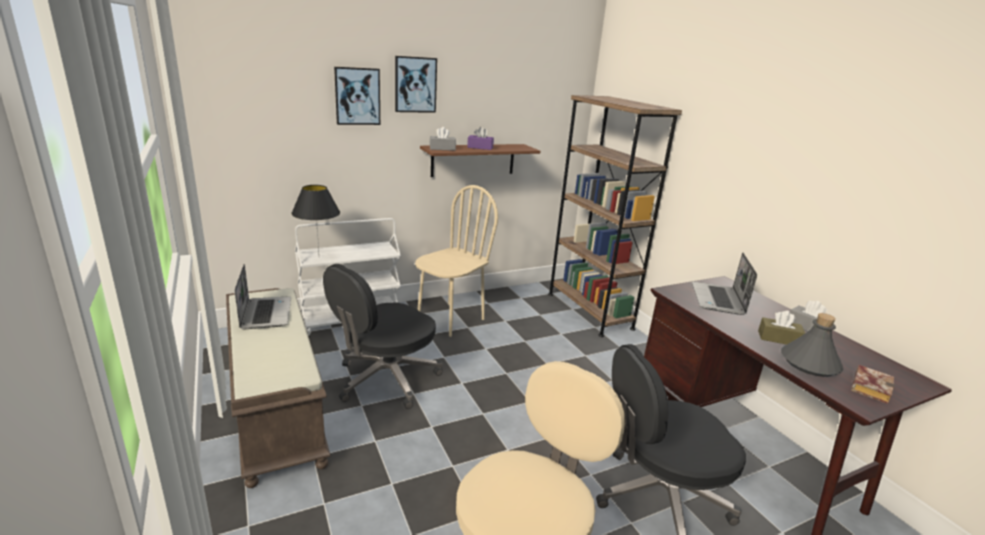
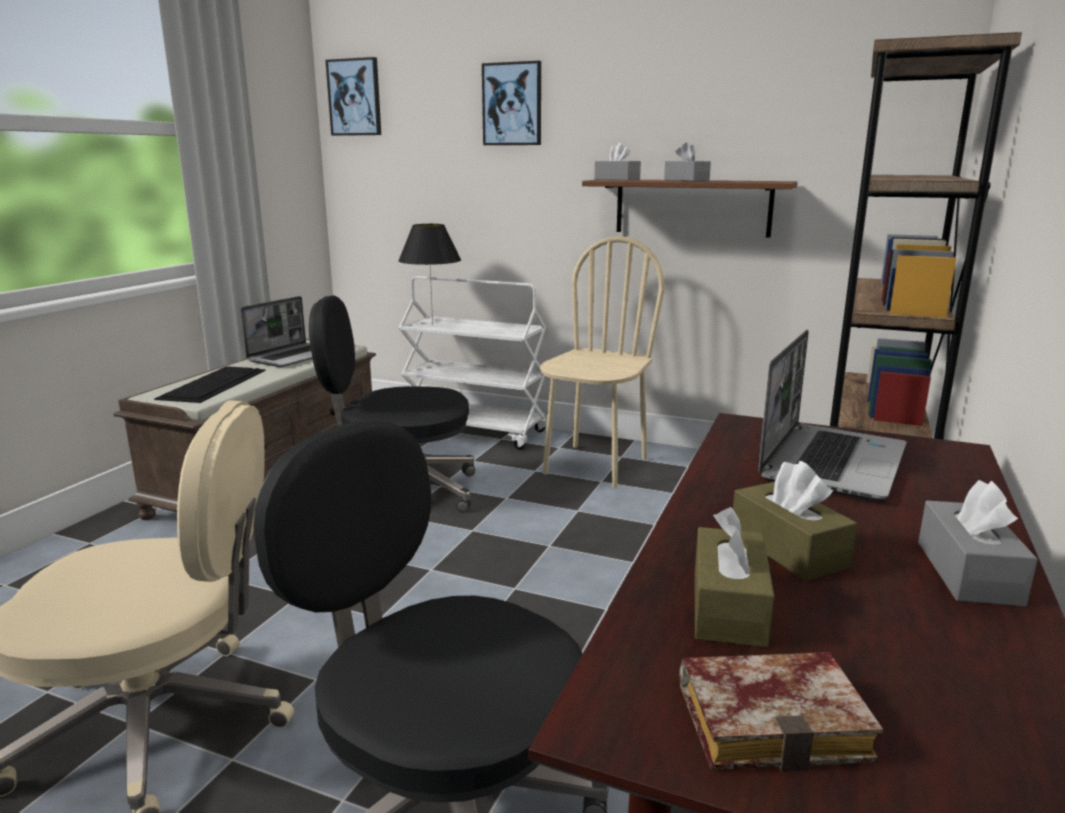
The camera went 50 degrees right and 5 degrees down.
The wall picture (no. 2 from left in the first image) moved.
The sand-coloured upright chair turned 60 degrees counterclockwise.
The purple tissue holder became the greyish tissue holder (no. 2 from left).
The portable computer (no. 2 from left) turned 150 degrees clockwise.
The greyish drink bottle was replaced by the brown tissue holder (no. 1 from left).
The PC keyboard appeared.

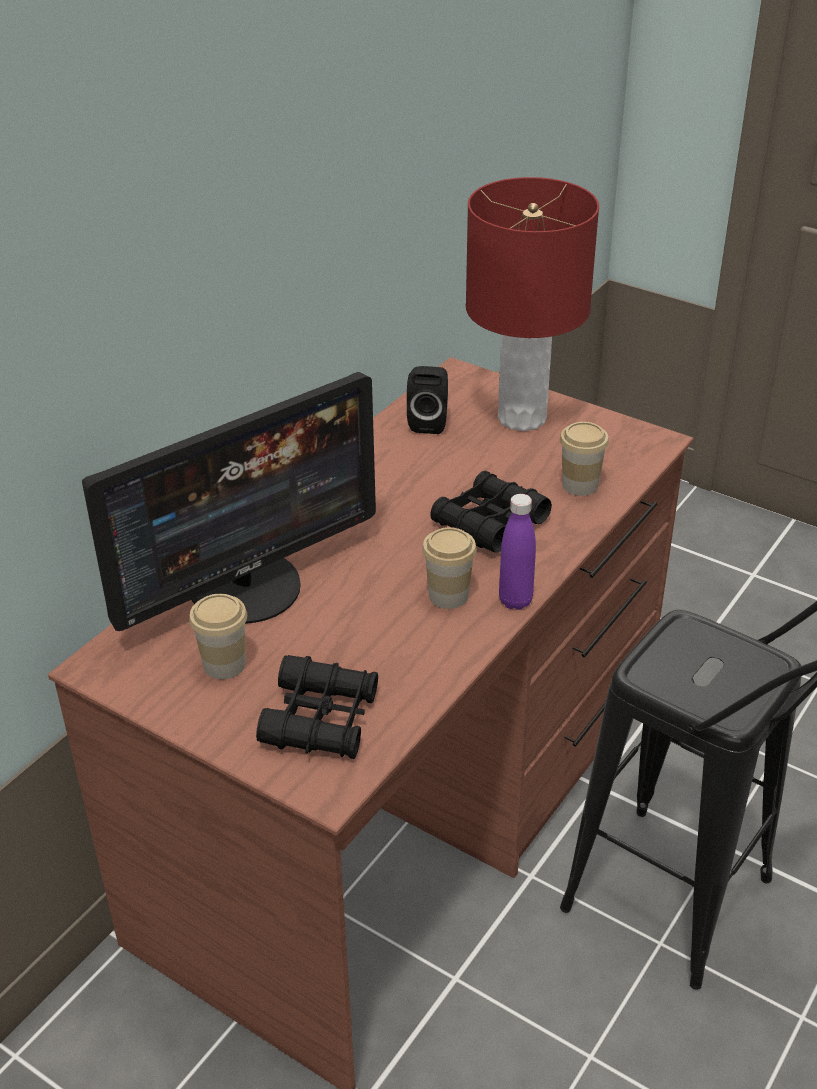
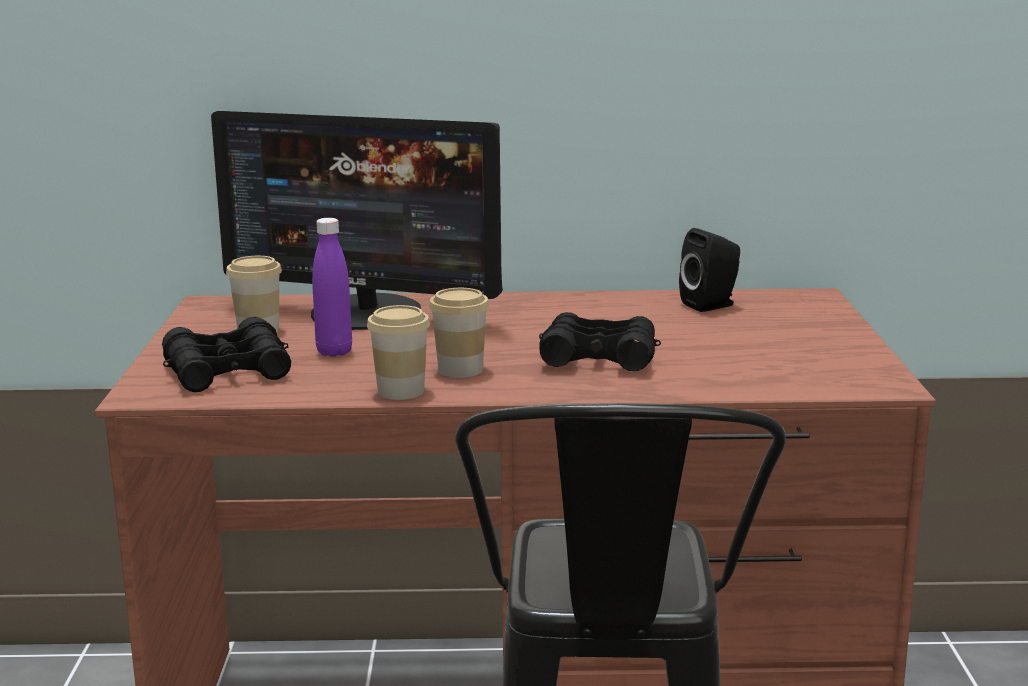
The camera went 55 degrees right and 20 degrees down.
The red-coloured table lamp disappeared.
The purple drink bottle moved.
The drinking cup (no. 3 from left in the first image) moved.

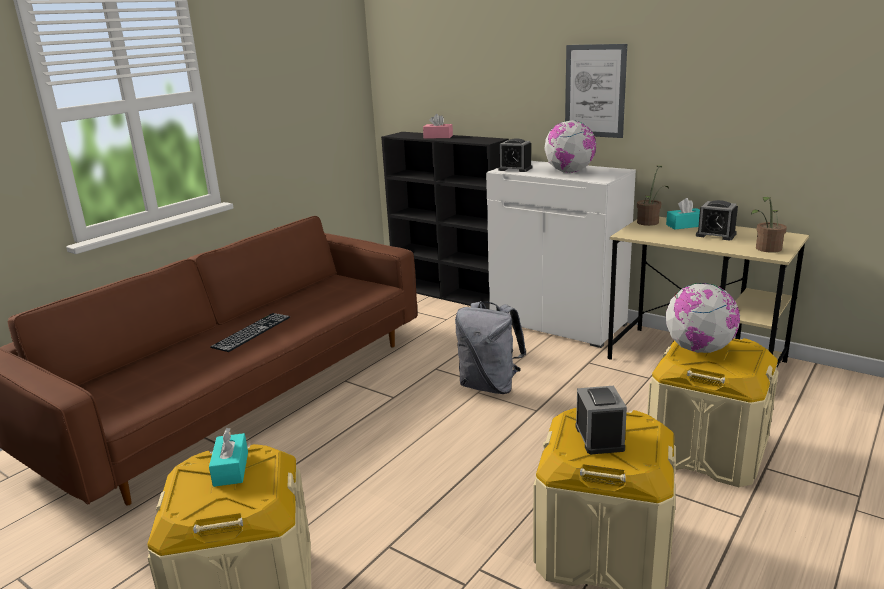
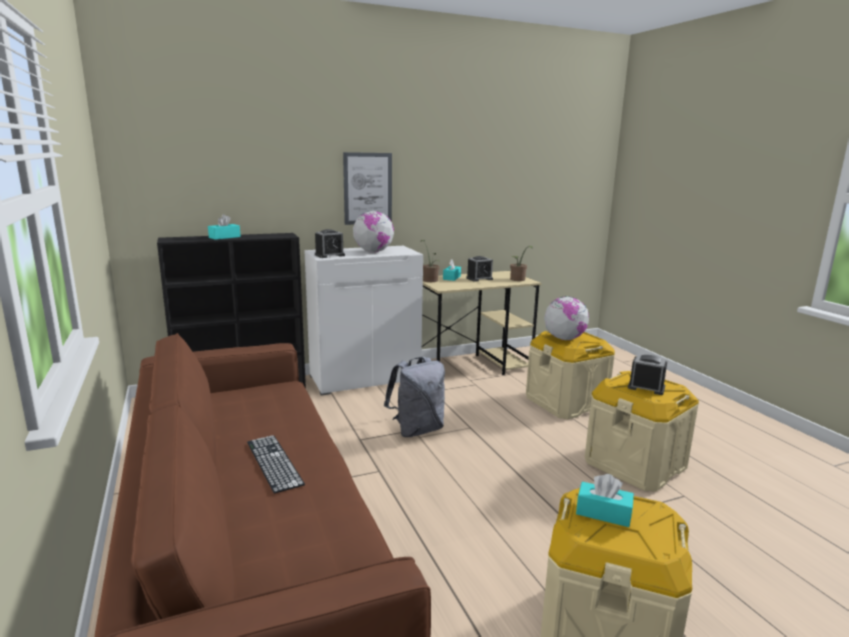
The camera went 60 degrees left and 5 degrees down.
The pinkish tissue holder became the blue-green tissue holder (no. 1 from left).

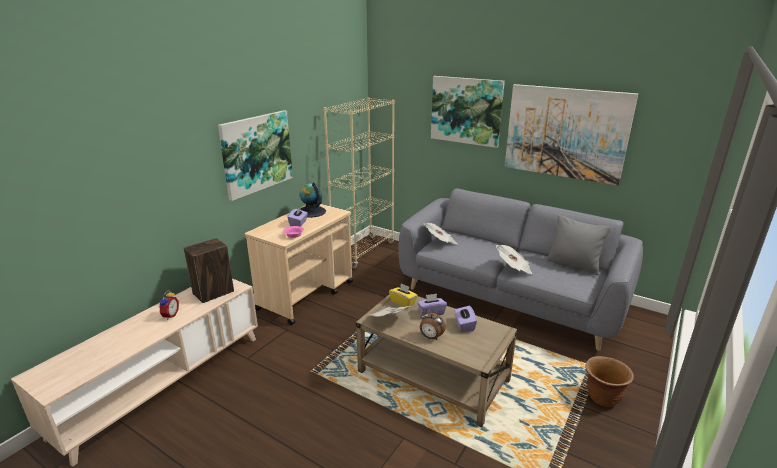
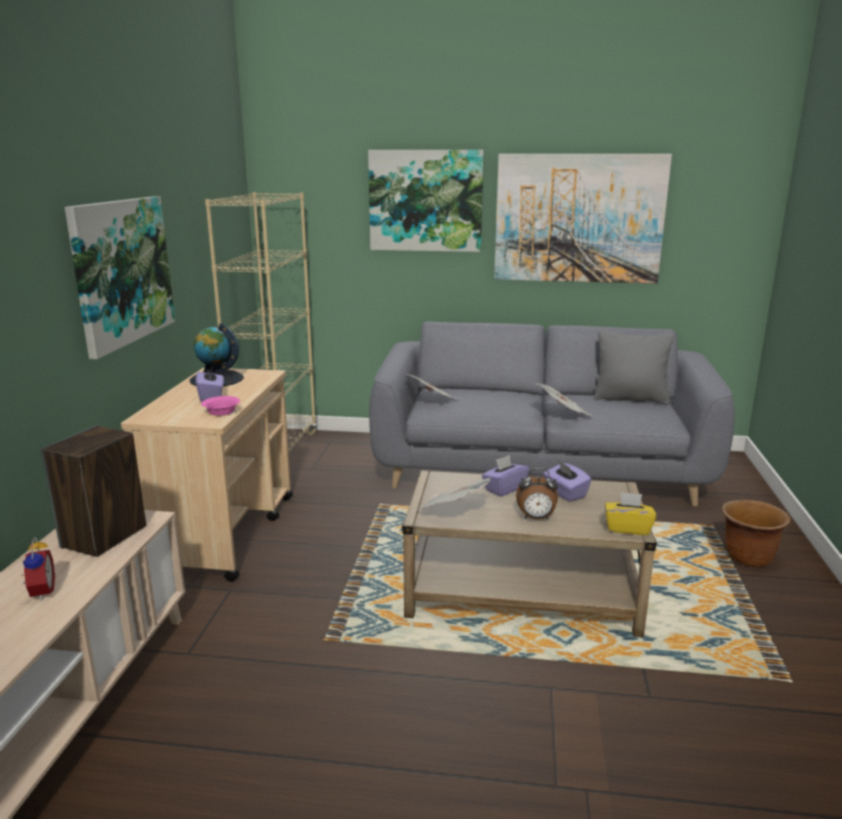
The camera went 25 degrees left and 5 degrees down.
The yellowish tissue holder moved.

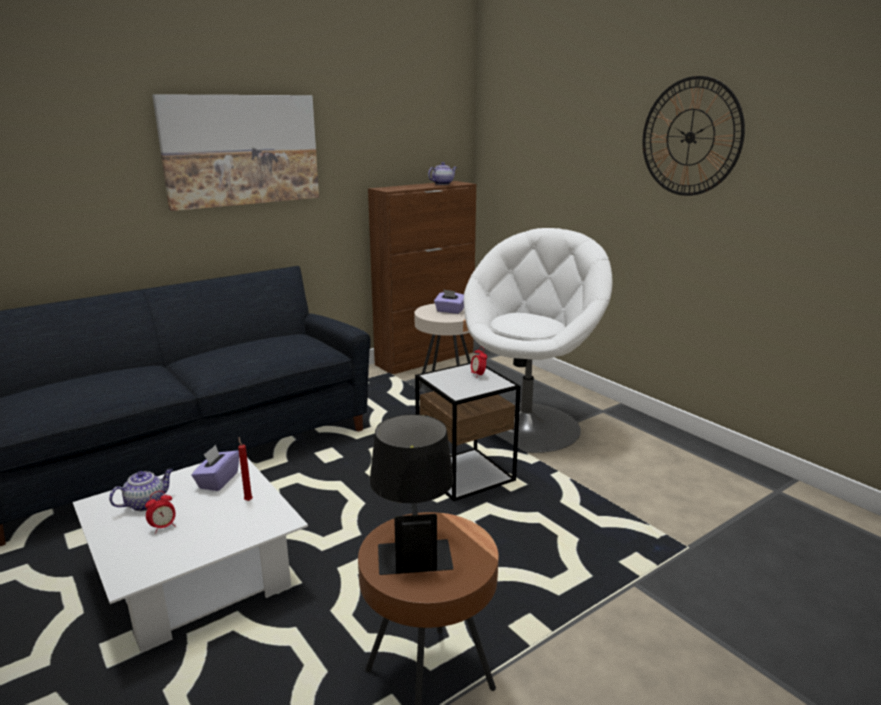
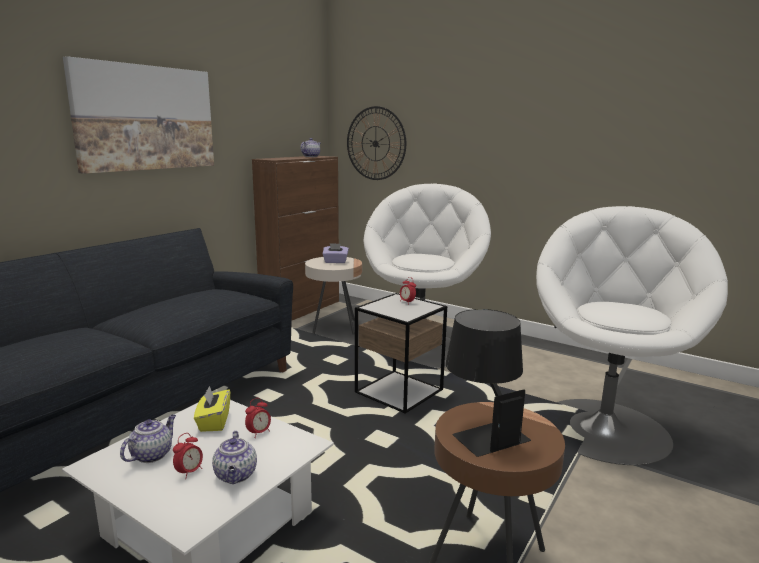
The camera went 20 degrees left and 5 degrees down.
The purple tissue holder (no. 1 from left) became the yellowish tissue holder.
The red-coloured wax candle was replaced by the table clock (no. 2 from left).
The wall clock moved.
The pot for tea (no. 2 from left) appeared.
The whitish lounge chair (no. 2 from left) appeared.

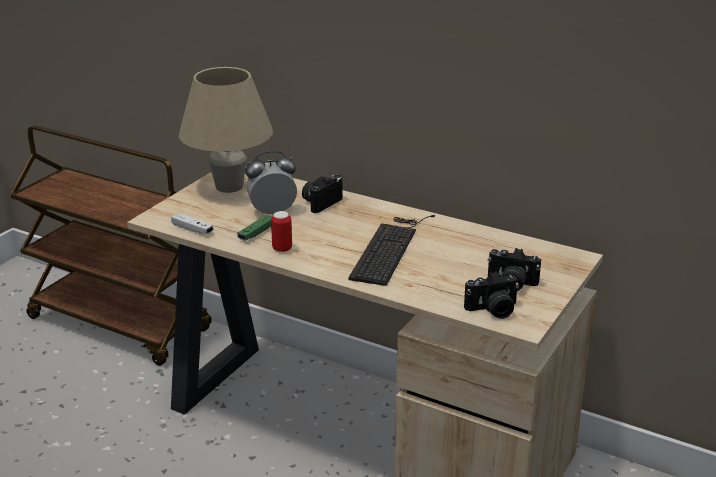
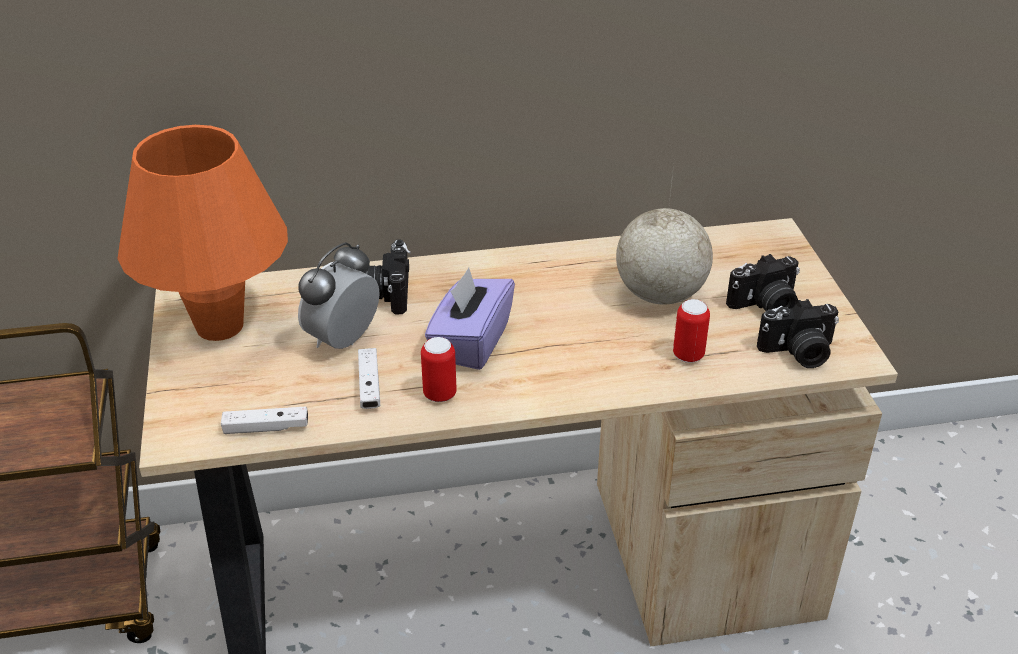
The camera went 40 degrees left and 10 degrees up.
The sand-coloured table lamp became the orangey table lamp.
The green-coloured joypad became the whitish joypad (no. 2 from left).
The PC keyboard disappeared.
The still camera (no. 2 from left in the first image) turned 45 degrees clockwise.
The purple tissue holder appeared.
The globe appeared.
The metal can (no. 2 from left) appeared.

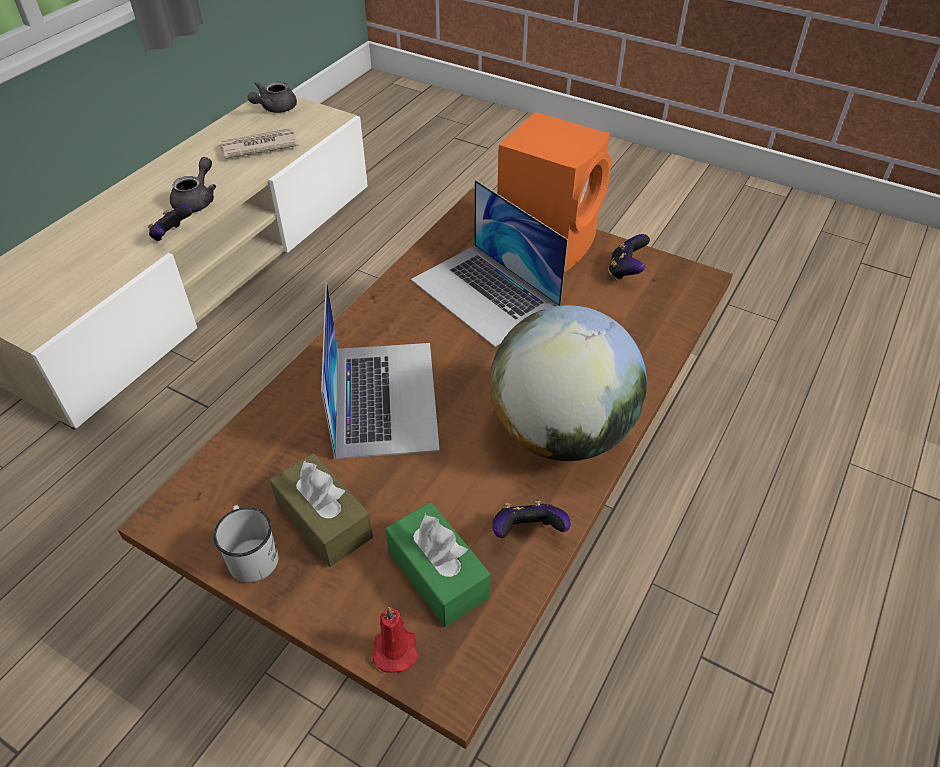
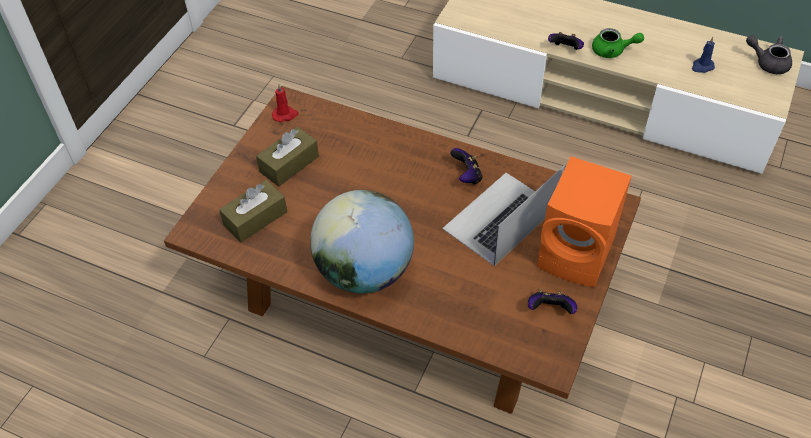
The camera went 85 degrees right and 5 degrees up.
The greyish pot for tea (no. 1 from left) became the green-coloured pot for tea.
The whitish coffee mug disappeared.
The daily paper was replaced by the bluish wax candle.
The portable computer (no. 1 from left) disappeared.
The red-coloured wax candle moved.
The green-coloured tissue holder became the brown tissue holder (no. 1 from left).
The joypad (no. 2 from left in the first image) moved.

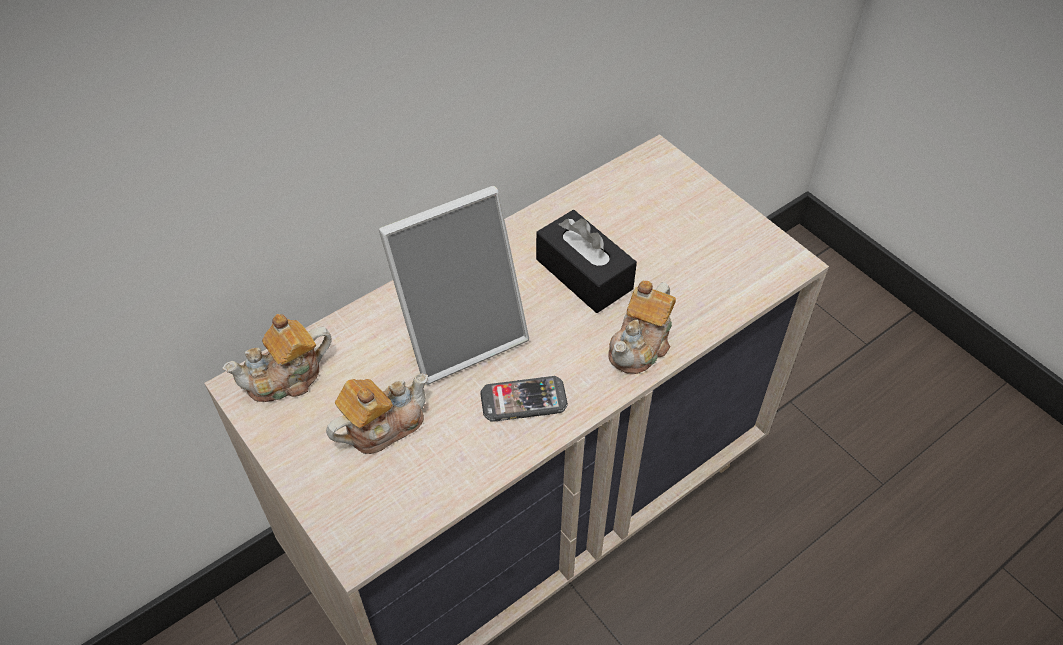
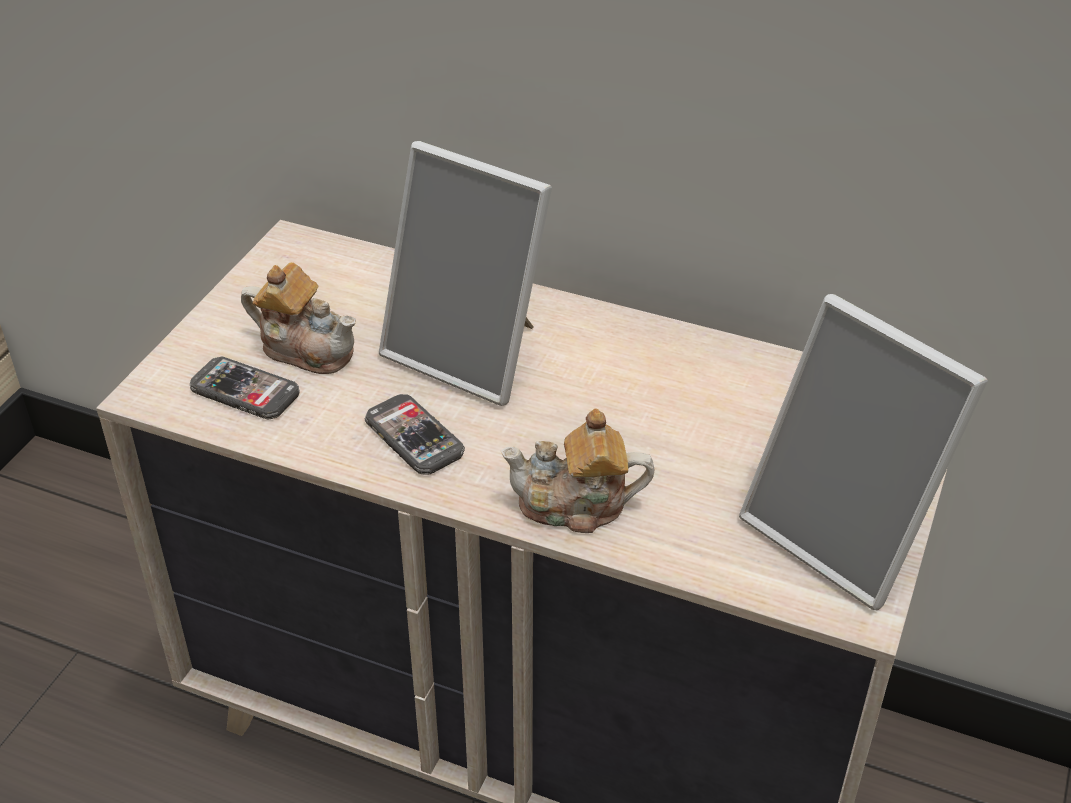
The camera went 60 degrees right and 10 degrees down.
The pot for tea (no. 1 from left) disappeared.
The black-coloured tissue holder disappeared.
The telephone (no. 1 from left) appeared.
The picture frame (no. 2 from left) appeared.

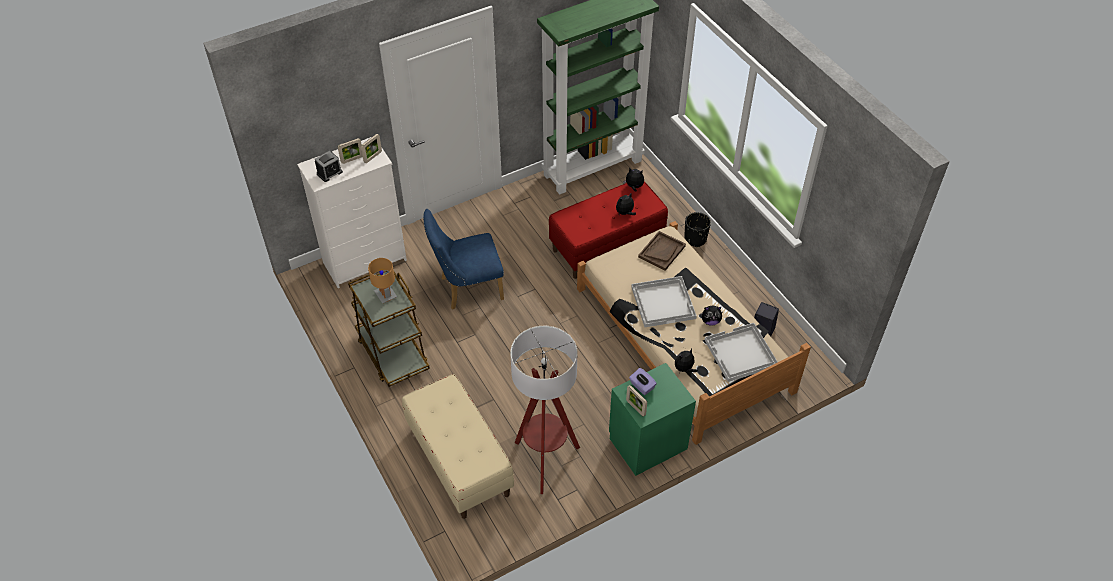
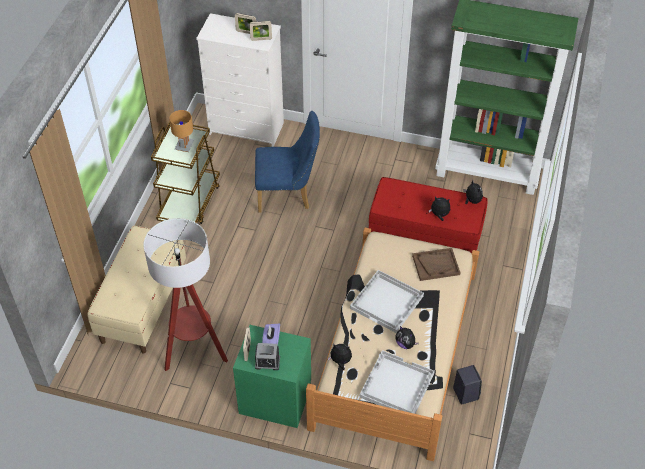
The camera went 45 degrees right and 0 degrees up.
The table clock moved.
The bluish upright chair turned 150 degrees clockwise.
The black-coloured planter disappeared.

